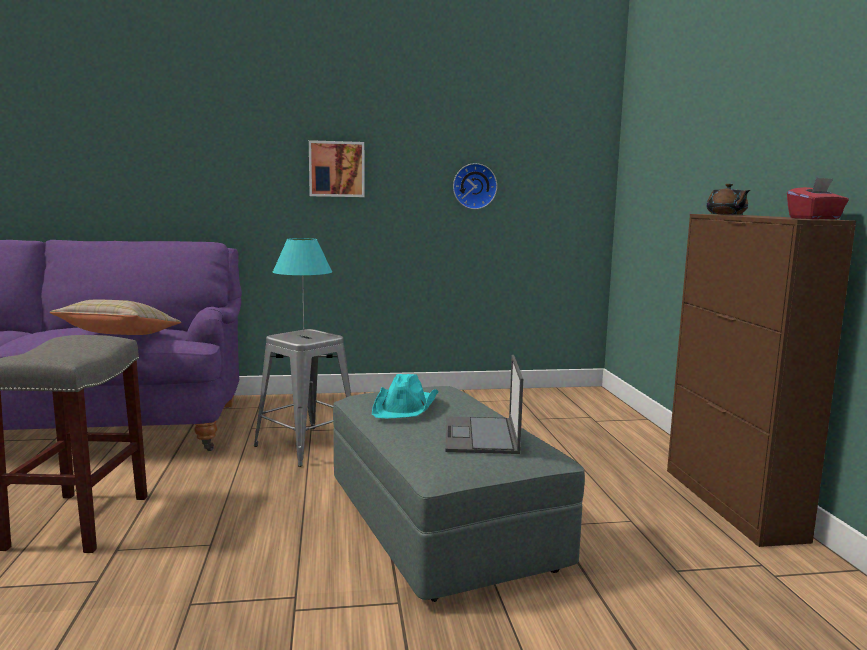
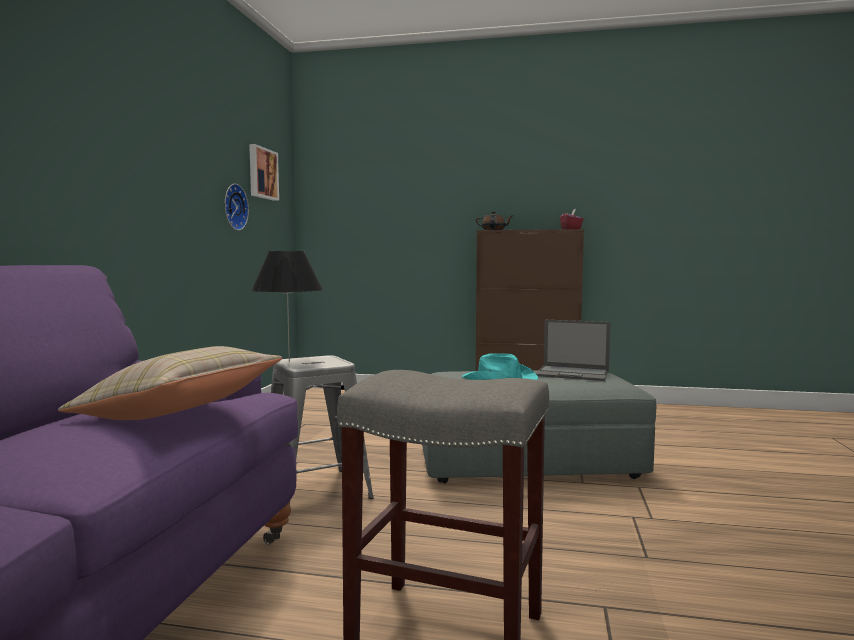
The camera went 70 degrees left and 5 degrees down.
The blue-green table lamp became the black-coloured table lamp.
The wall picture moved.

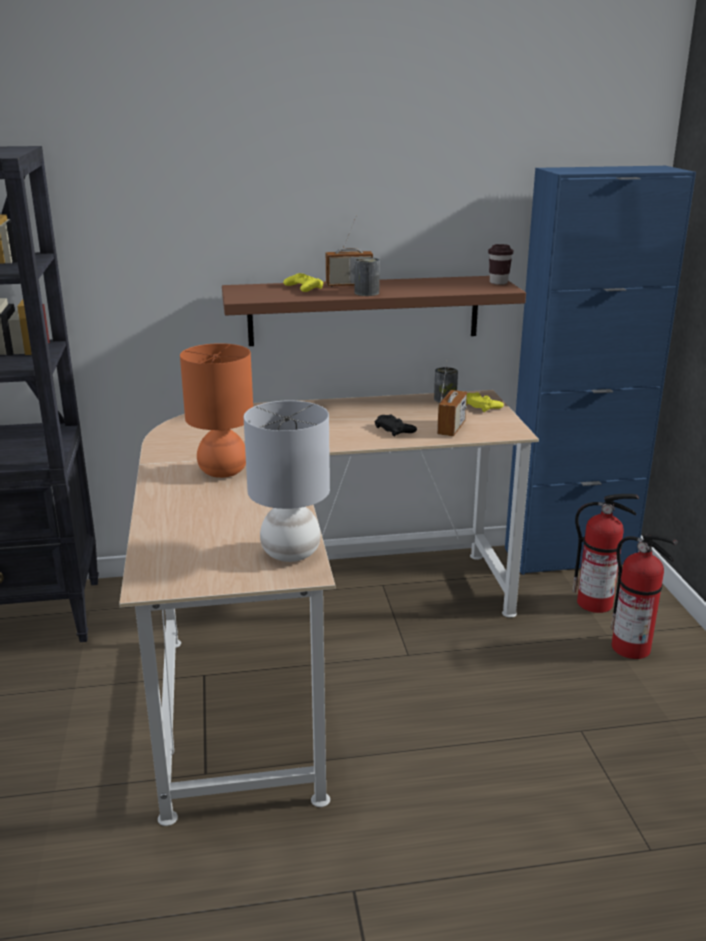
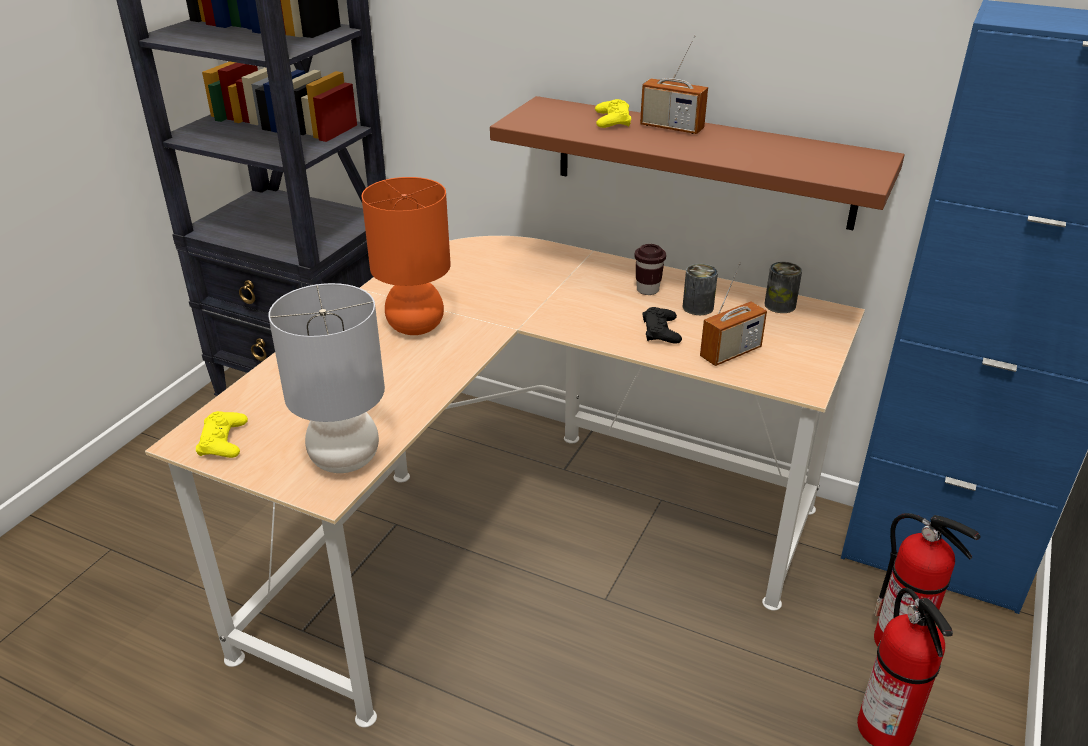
The camera went 35 degrees right and 10 degrees up.
The metal can (no. 1 from left) moved.
The yellowish joypad (no. 2 from left in the first image) moved.
The brown drinking cup moved.

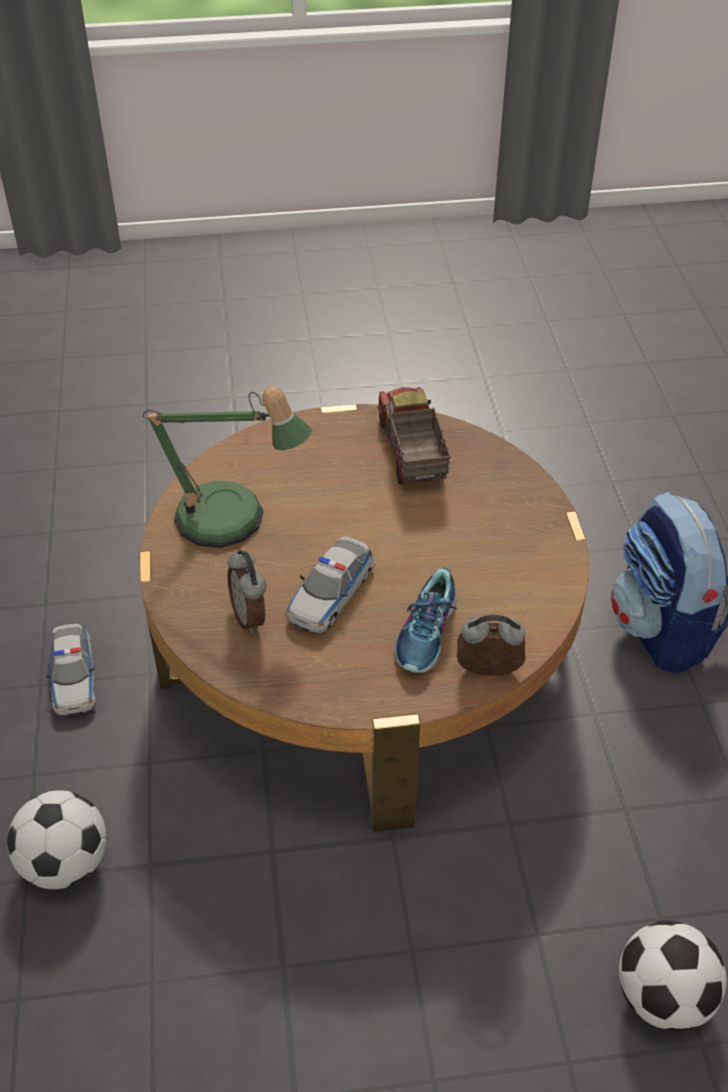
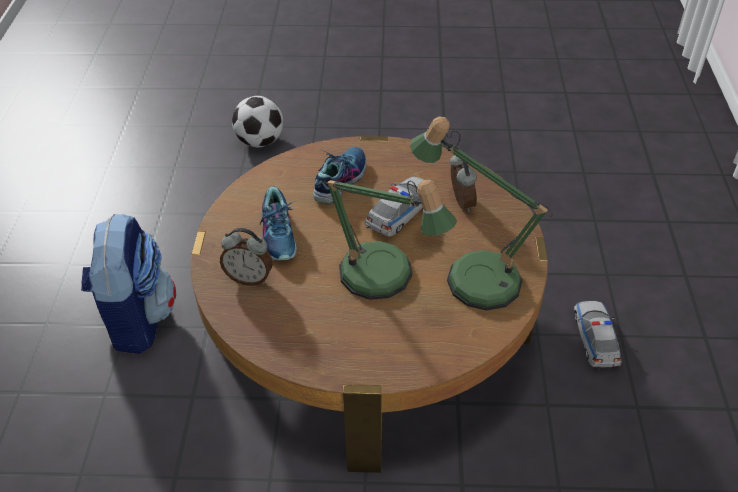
The camera went 170 degrees left and 0 degrees up.
The football (no. 1 from left) disappeared.
The toy lorry disappeared.
The table clock (no. 2 from left in the first image) moved.
The low shoe (no. 1 from left) appeared.
The table lamp (no. 1 from left) appeared.

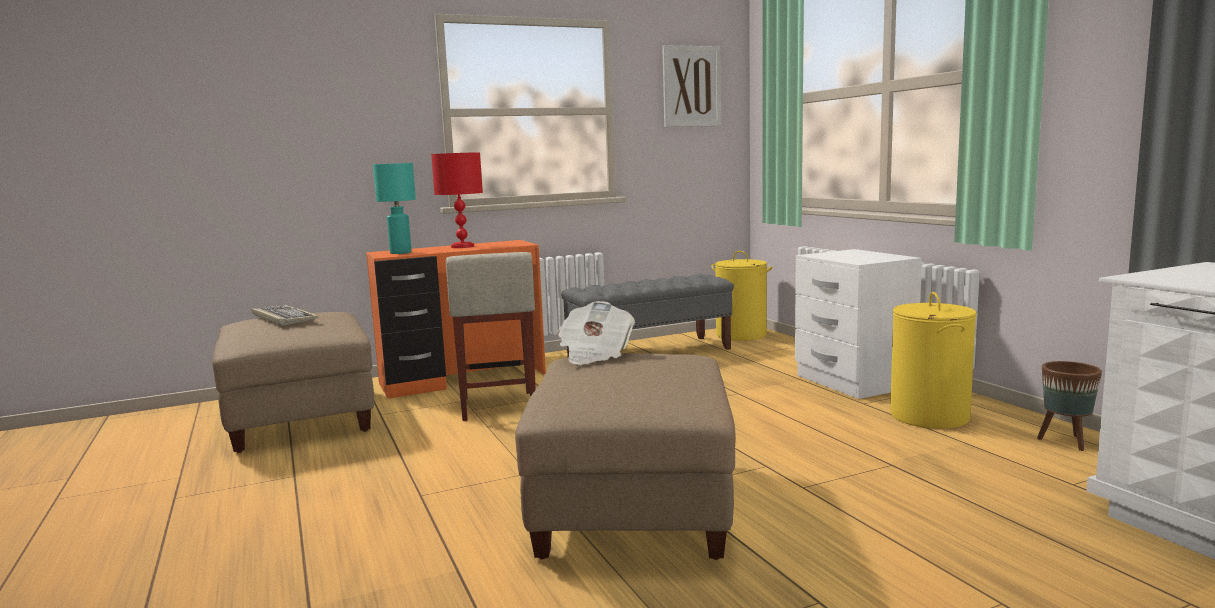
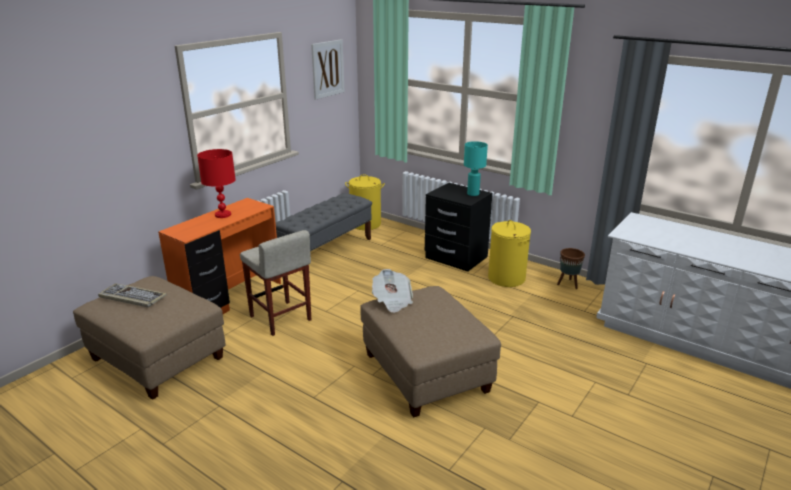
The camera went 30 degrees left and 15 degrees up.
The blue-green table lamp moved.
The whitish bedside table became the black-coloured bedside table.

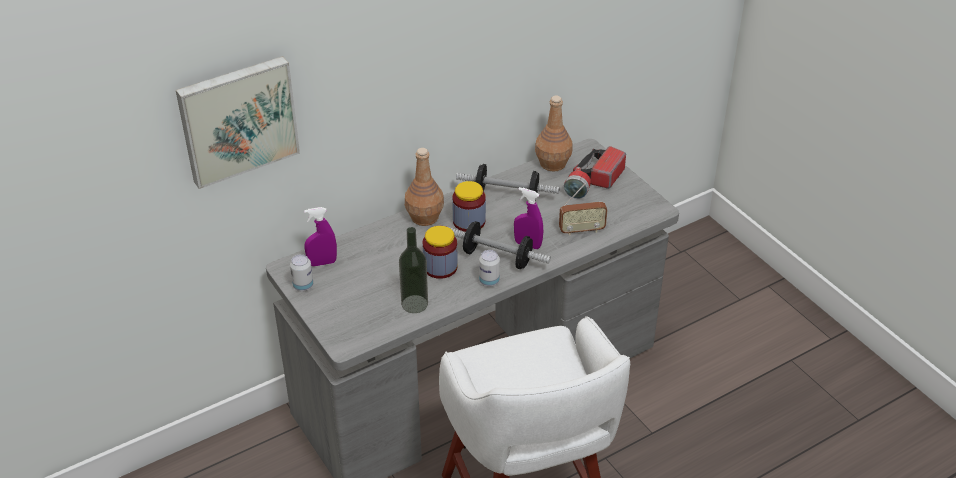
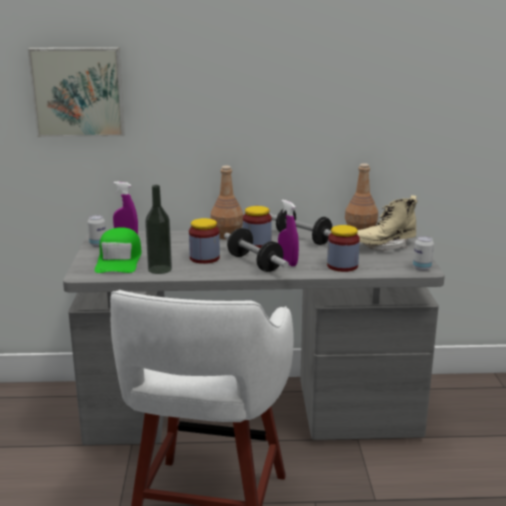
The camera went 30 degrees right and 20 degrees down.
The metal can (no. 2 from left) moved.
The radio was replaced by the preserve jar (no. 3 from left).
The hand torch was replaced by the sand-coloured high-top boot.
The green-coloured baseball cap appeared.

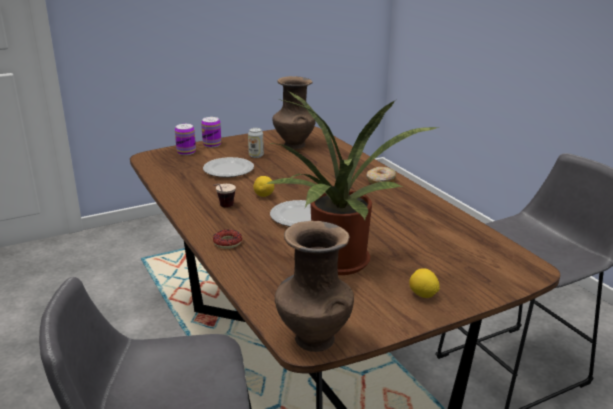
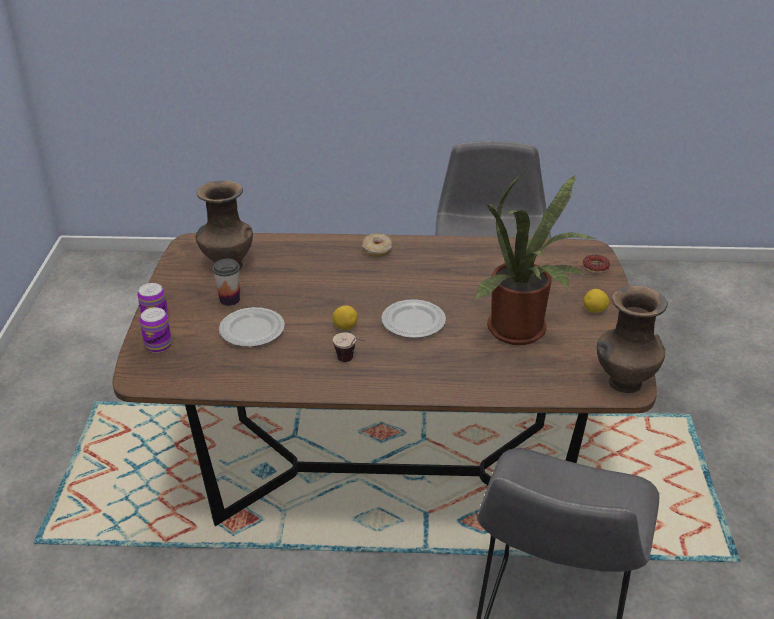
The camera went 60 degrees left and 10 degrees up.
The ring doughnut (no. 1 from left in the first image) moved.
The metal can (no. 3 from left) was replaced by the drinking cup (no. 1 from left).

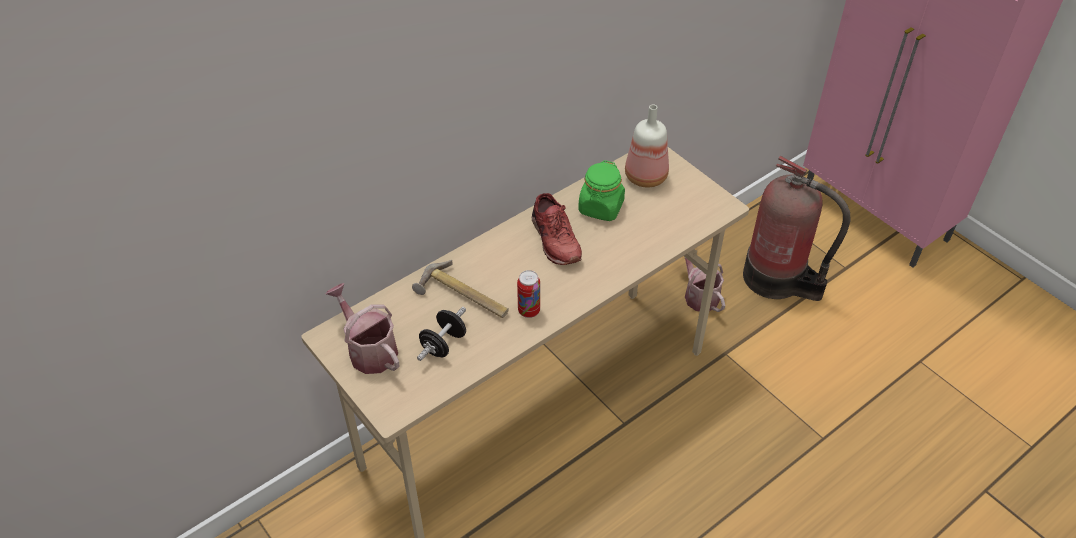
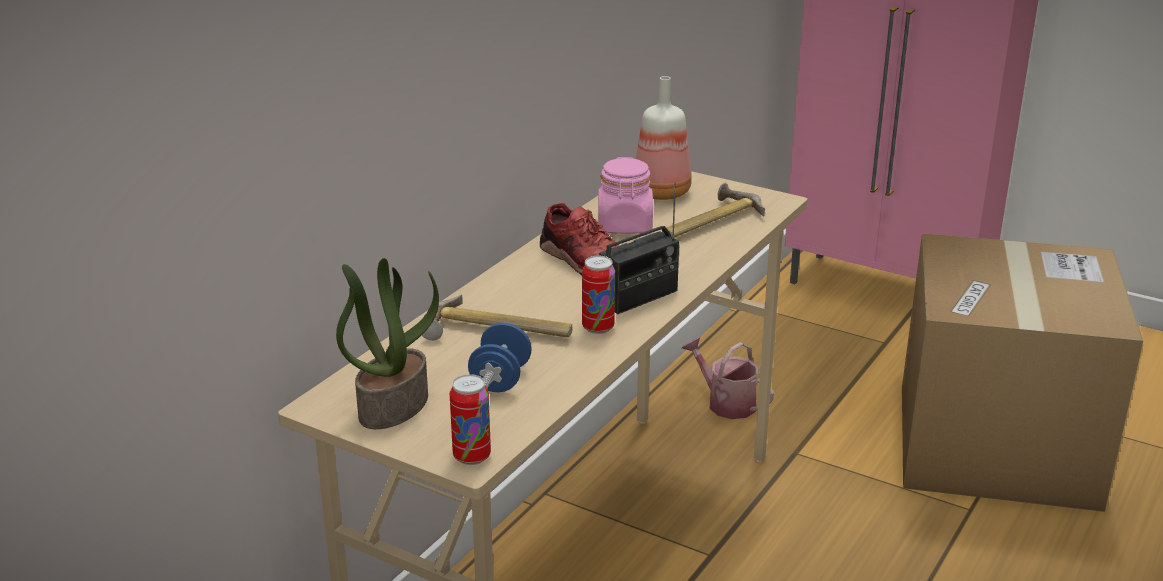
The camera went 20 degrees left and 20 degrees down.
The sprinkling can (no. 1 from left) was replaced by the potted plant.
The black-coloured free weight became the bluish free weight.
The green-coloured preserve jar became the pinkish preserve jar.
The extinguisher disappeared.
The metal can (no. 1 from left) appeared.
The radio appeared.
The hammer (no. 2 from left) appeared.
The carton appeared.

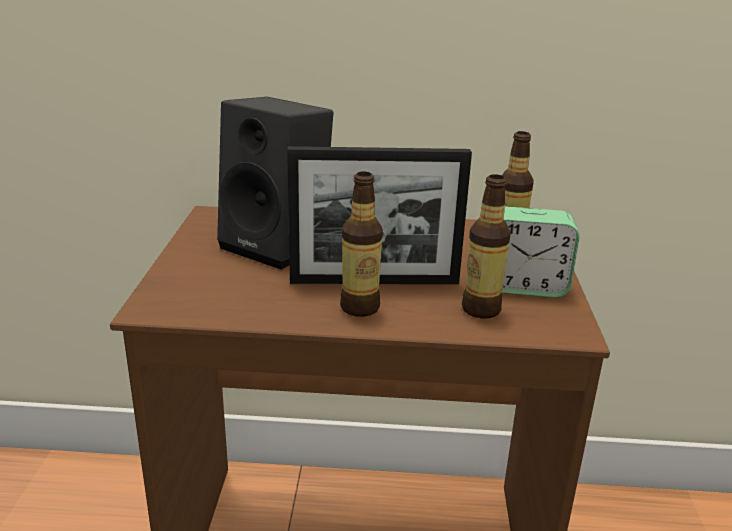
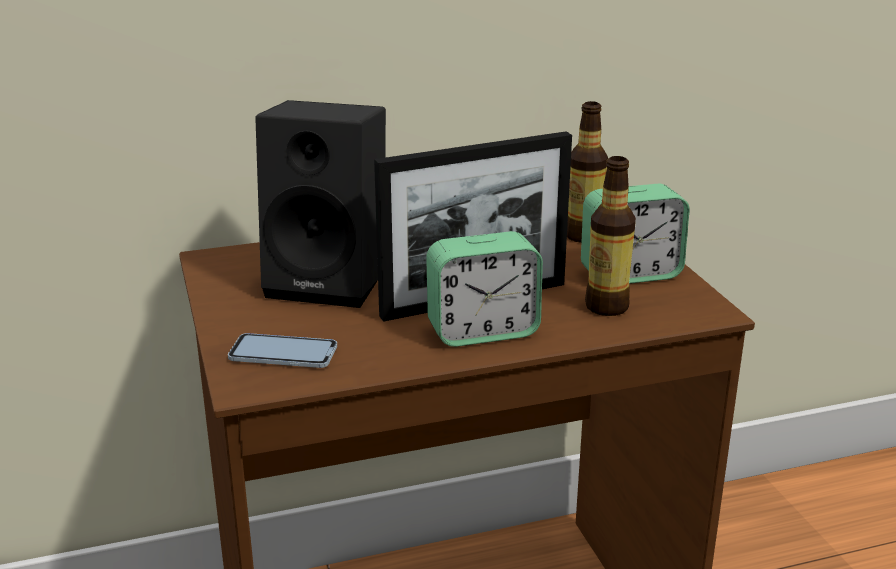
The camera went 20 degrees left and 0 degrees up.
The drink bottle (no. 1 from left) was replaced by the table clock (no. 1 from left).
The telephone appeared.

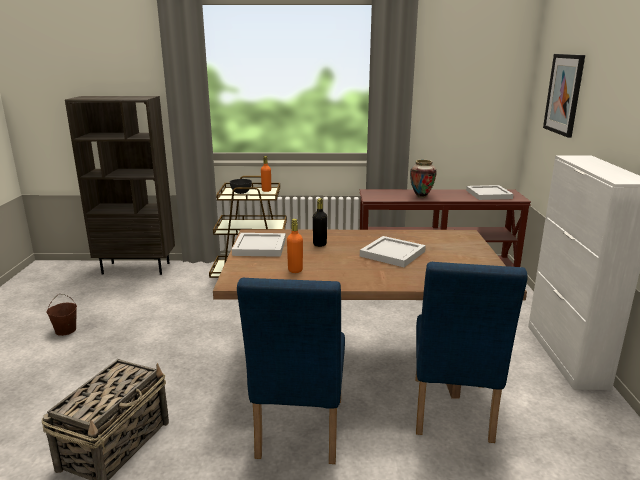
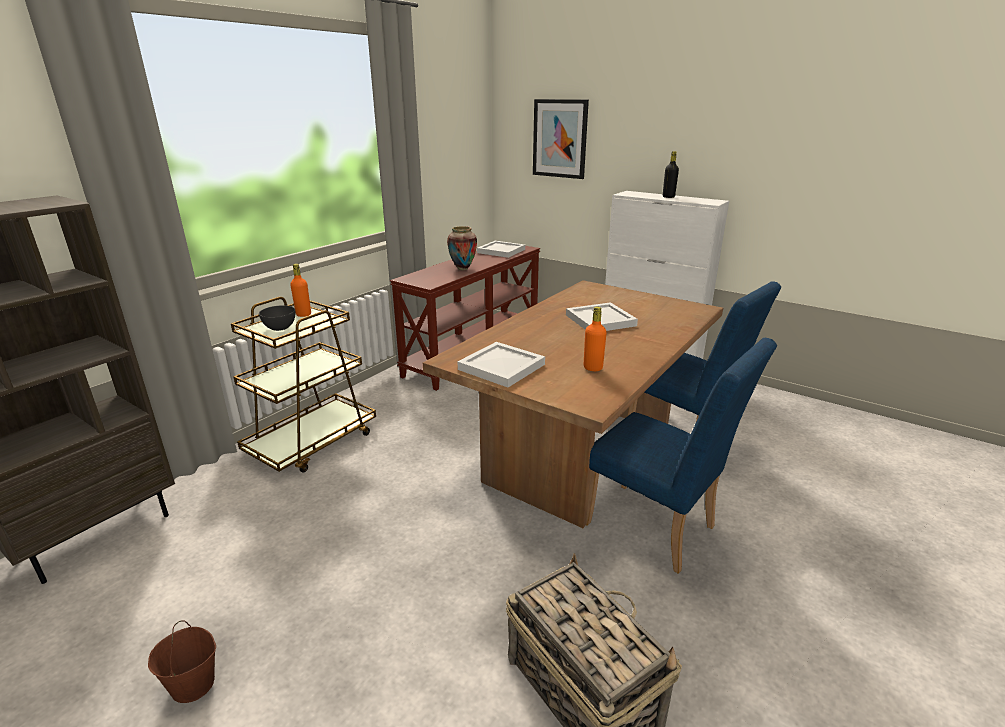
The camera went 55 degrees left and 5 degrees up.
The black-coloured drink bottle moved.

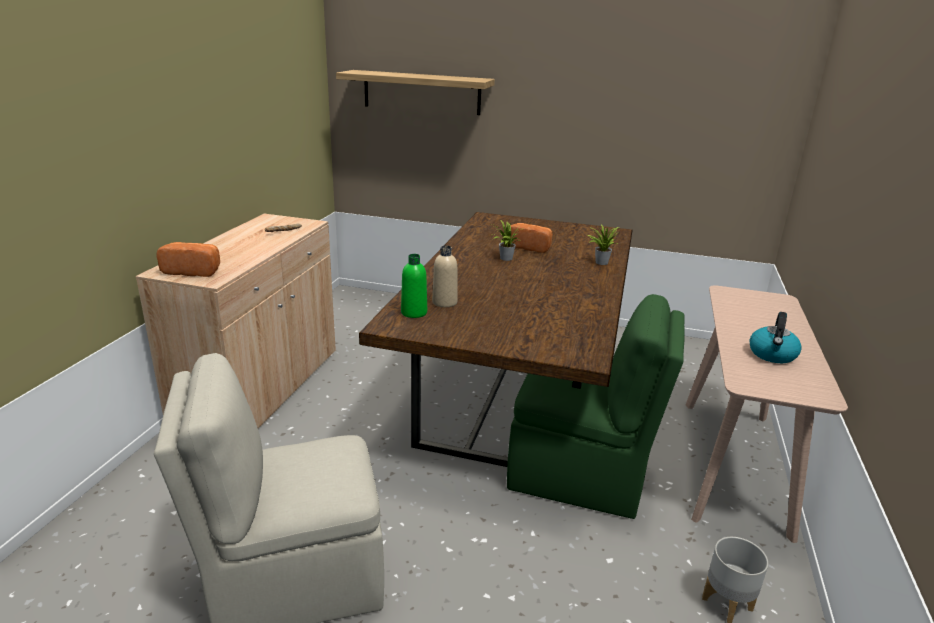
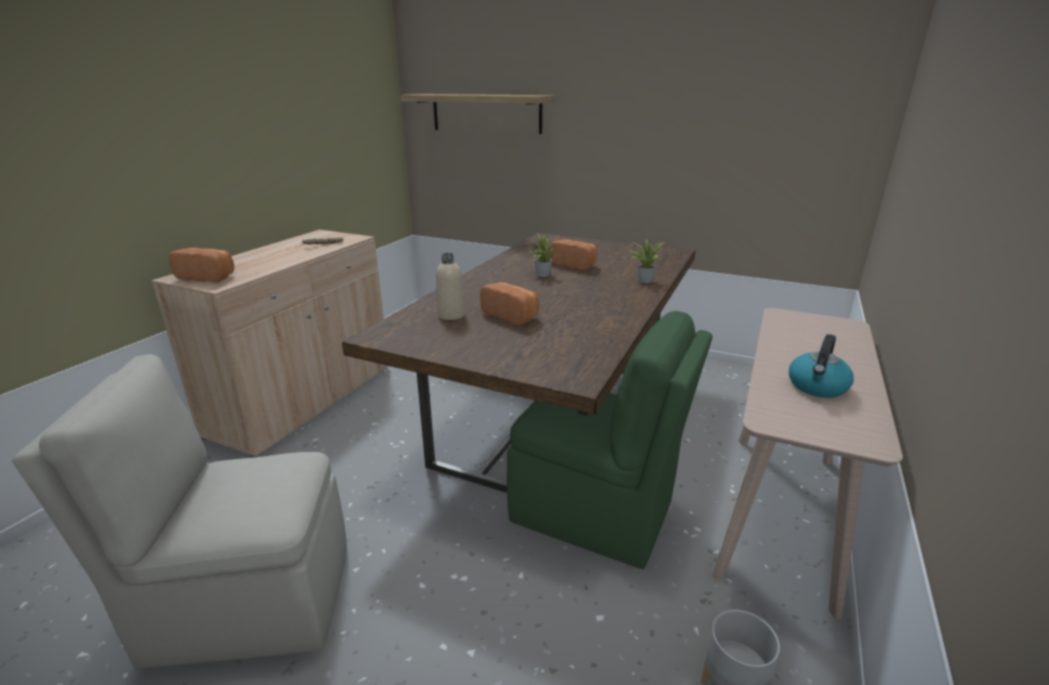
The camera went 10 degrees right and 0 degrees up.
The green-coloured drink bottle disappeared.
The bread (no. 3 from left) appeared.

